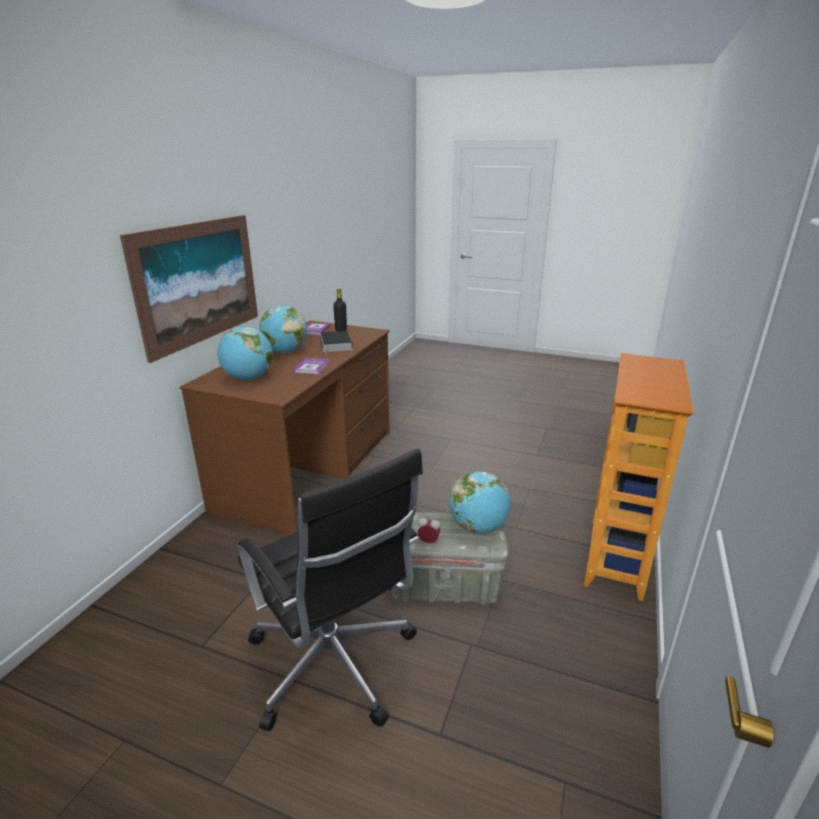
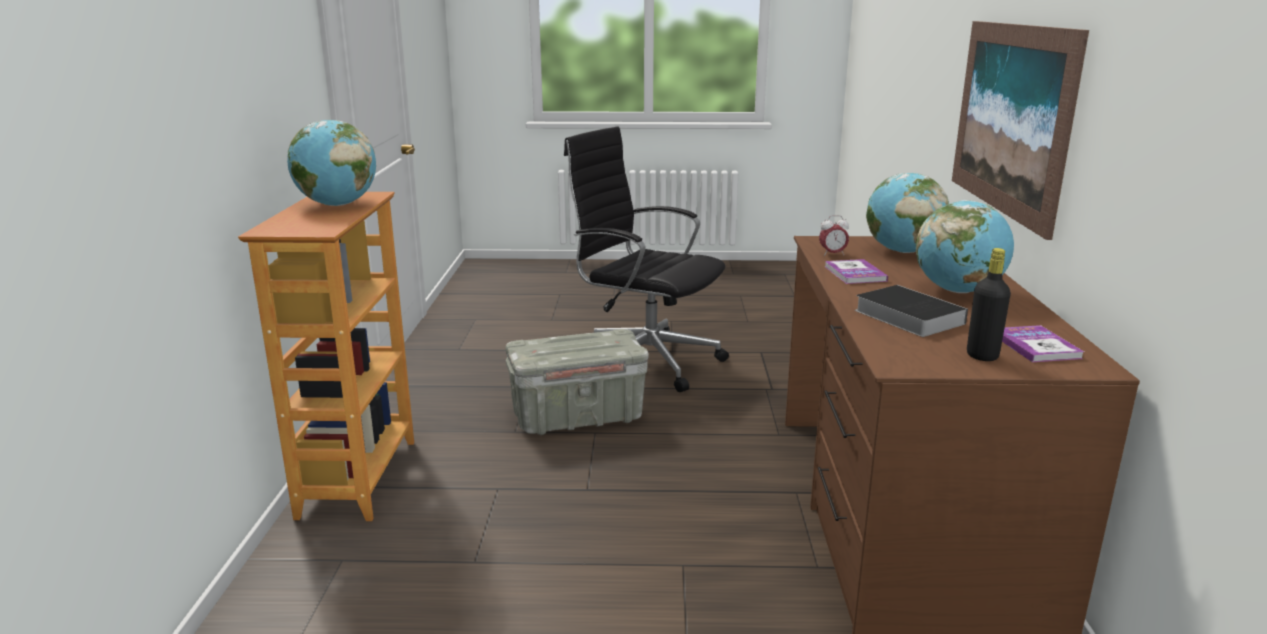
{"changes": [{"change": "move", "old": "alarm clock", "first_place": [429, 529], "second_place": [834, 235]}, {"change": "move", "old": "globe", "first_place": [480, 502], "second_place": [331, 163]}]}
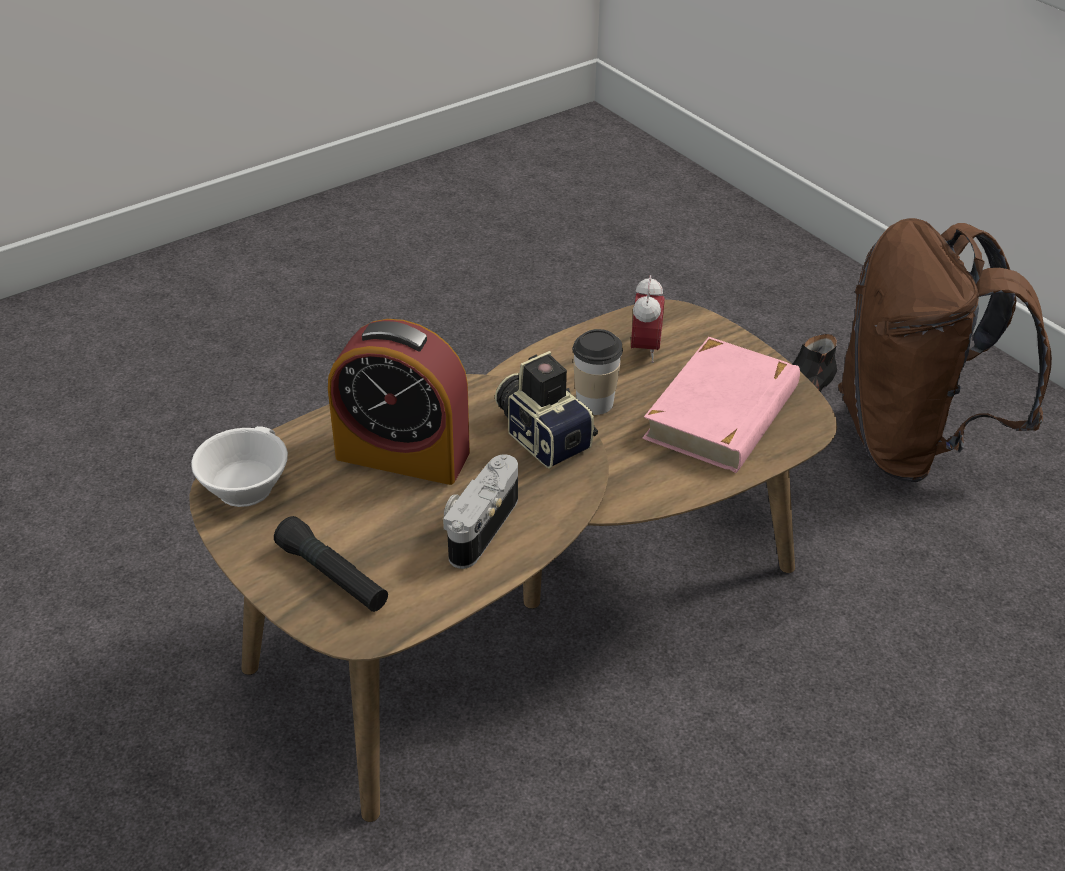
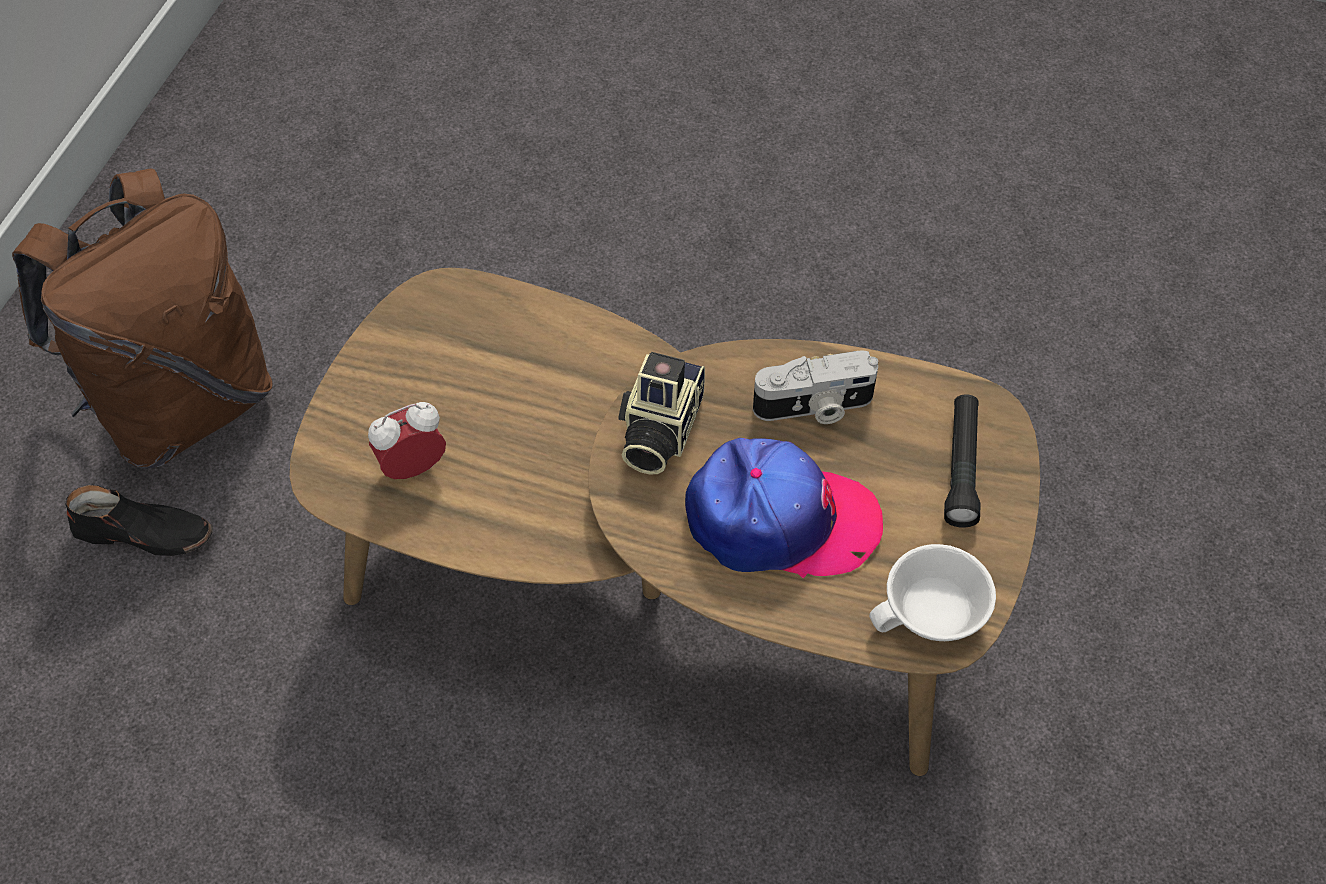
{"changes": [{"change": "delete", "old": "cup", "first_place": [598, 372]}, {"change": "delete", "old": "book/pink", "first_place": [721, 405]}, {"change": "replace", "old": "alarm clock", "new": "cap", "first_place": [399, 402], "second_place": [784, 508]}]}
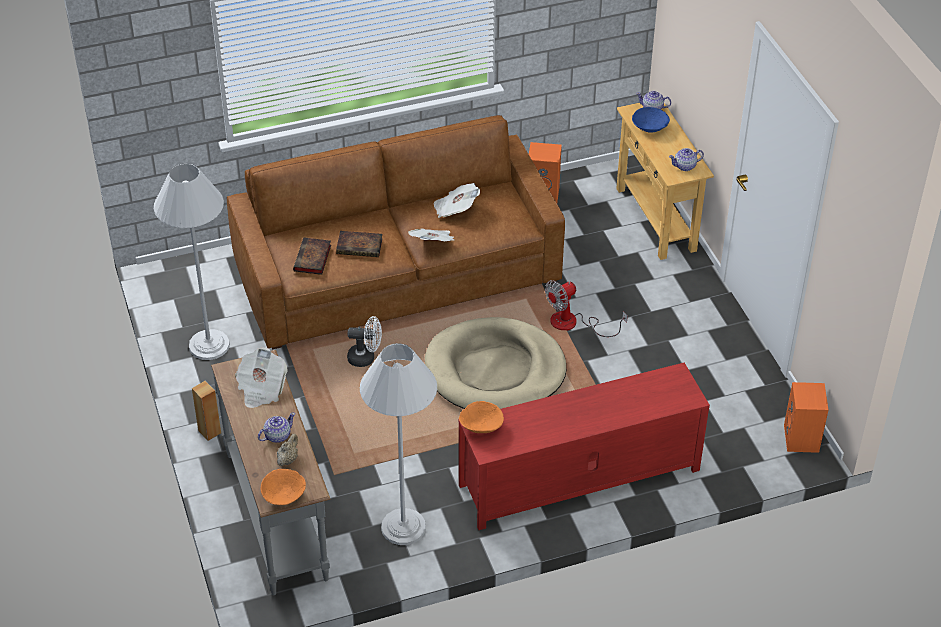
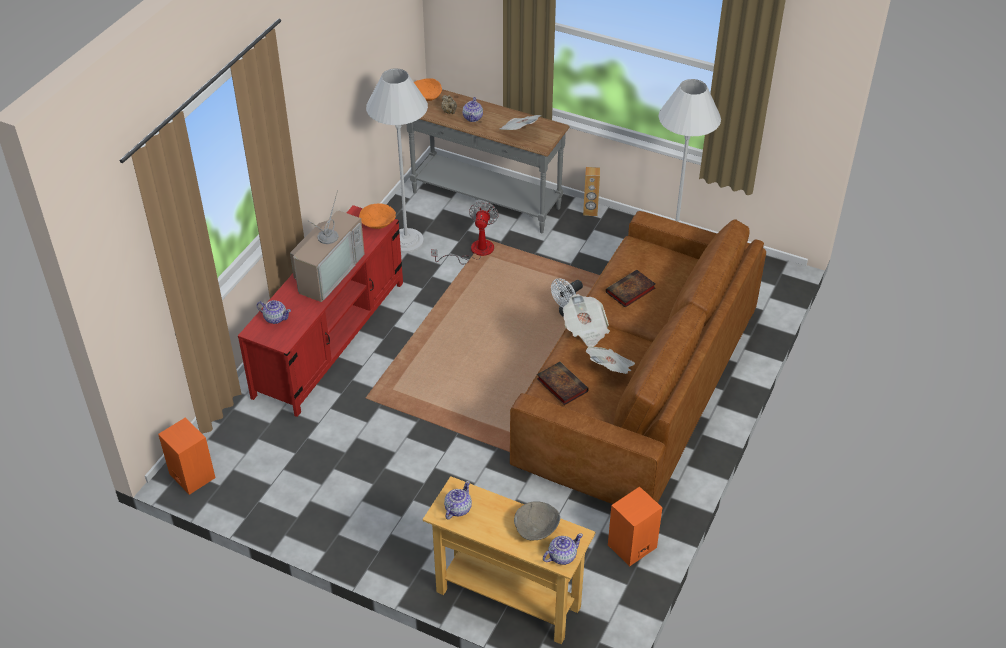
{"changes": [{"change": "delete", "old": "dog bed/beige", "first_place": [495, 363]}, {"change": "insert", "new": "teapot", "second_place": [274, 312]}, {"change": "insert", "new": "television", "second_place": [327, 246]}, {"change": "move", "old": "book", "first_place": [312, 256], "second_place": [563, 383]}, {"change": "move", "old": "fan", "first_place": [586, 308], "second_place": [465, 232]}, {"change": "recolor", "old": "bowl/blue", "new": "bowl/grey", "first_place": [651, 120], "second_place": [537, 521]}]}
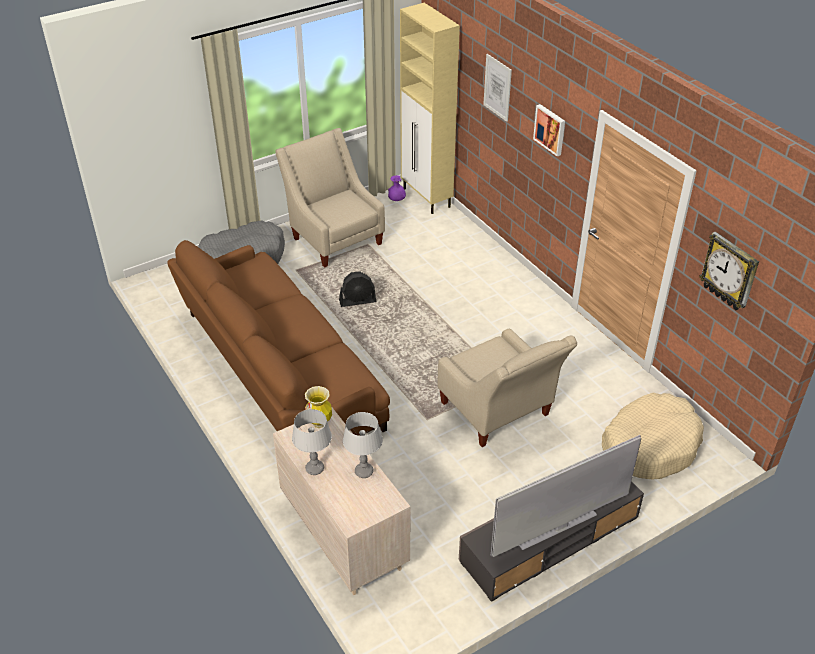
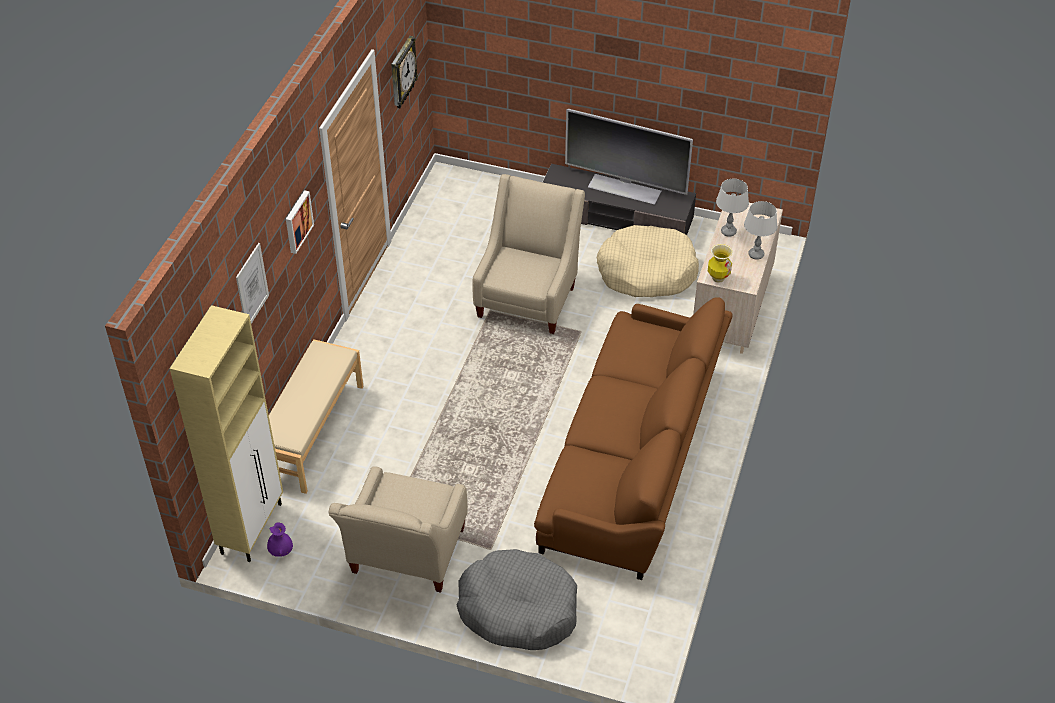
{"changes": [{"change": "delete", "old": "fan/black", "first_place": [357, 289]}, {"change": "insert", "new": "bench/beige", "second_place": [316, 416]}, {"change": "move", "old": "dog bed/beige", "first_place": [653, 436], "second_place": [648, 261]}]}
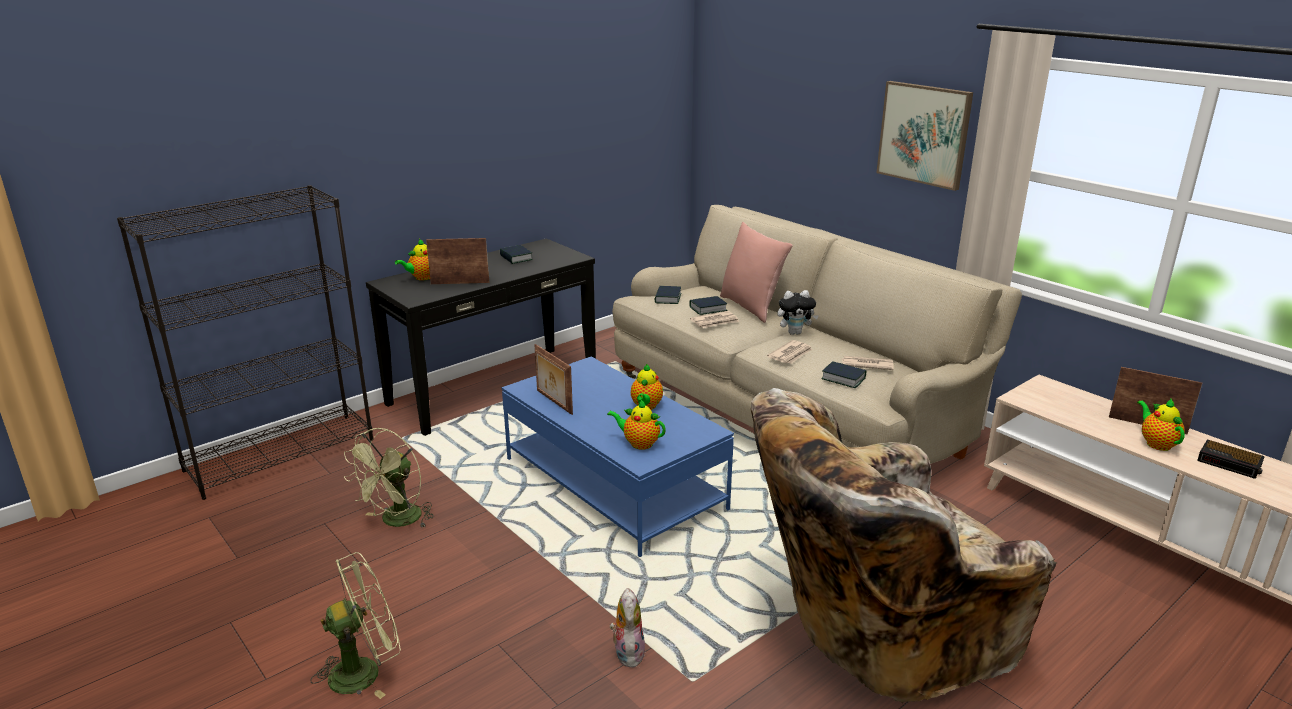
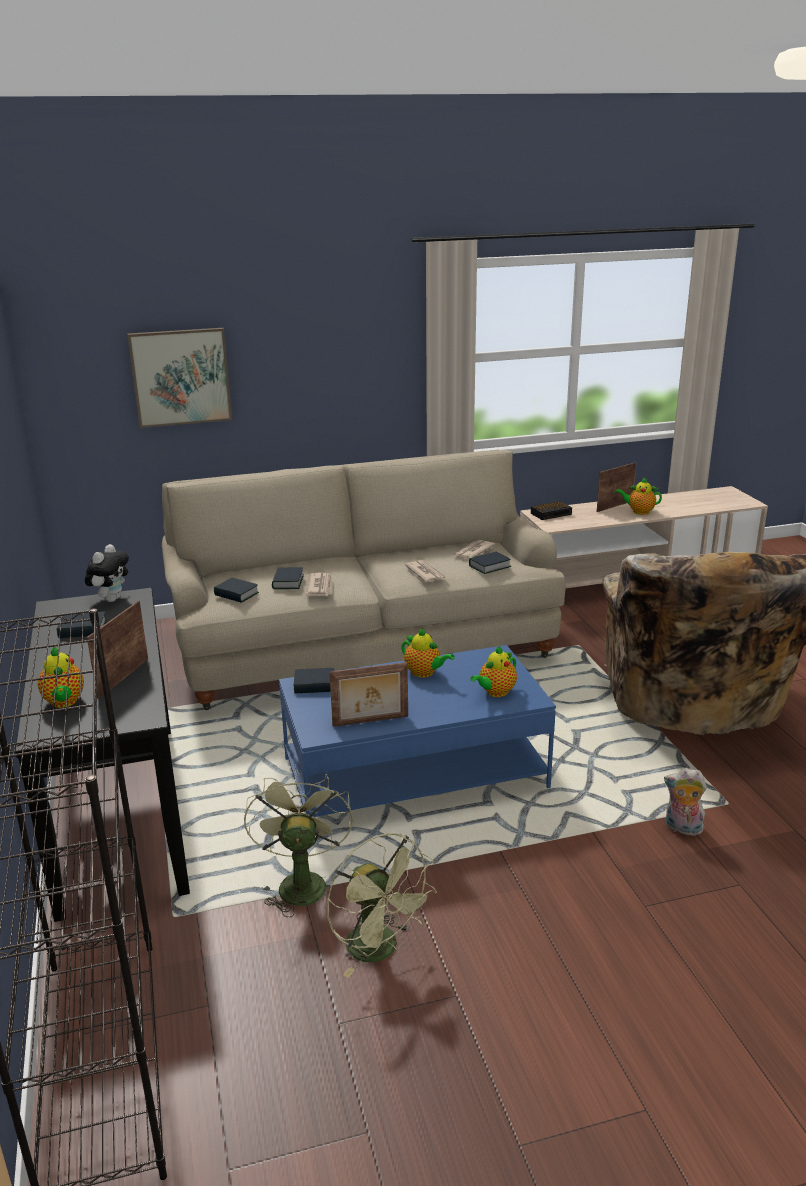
{"changes": [{"change": "delete", "old": "pillow/pink", "first_place": [756, 272]}, {"change": "insert", "new": "book", "second_place": [314, 681]}, {"change": "move", "old": "fan/green", "first_place": [355, 625], "second_place": [298, 843]}, {"change": "move", "old": "plush toy", "first_place": [798, 312], "second_place": [107, 573]}, {"change": "move", "old": "picture", "first_place": [924, 136], "second_place": [179, 378]}, {"change": "move", "old": "alarm clock", "first_place": [1231, 459], "second_place": [551, 510]}]}
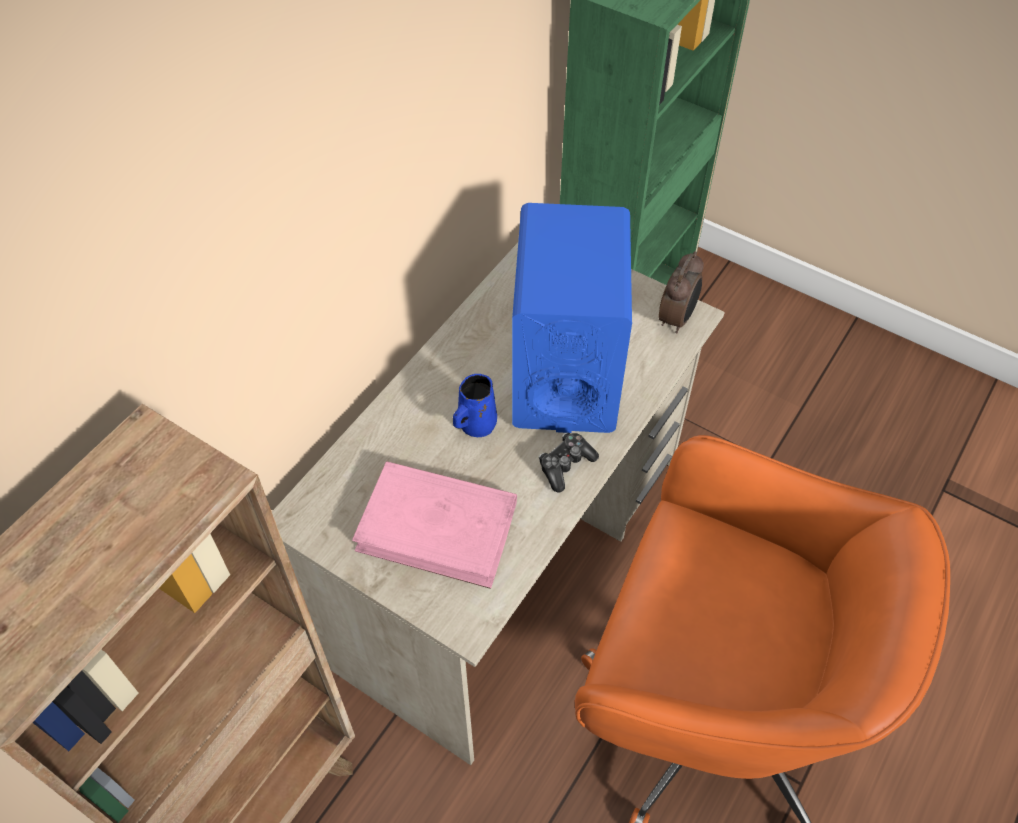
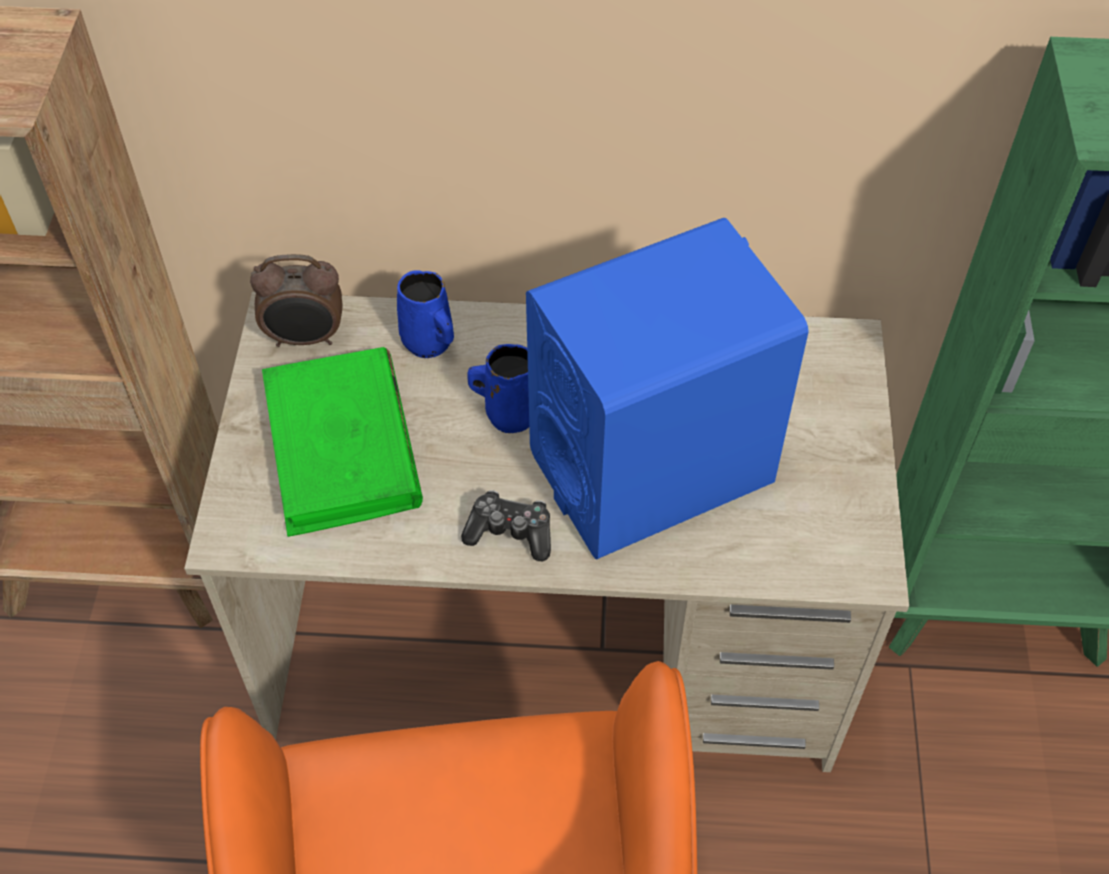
{"changes": [{"change": "insert", "new": "mug/blue", "second_place": [425, 314]}, {"change": "move", "old": "alarm clock", "first_place": [681, 292], "second_place": [296, 300]}, {"change": "recolor", "old": "book/pink", "new": "book/green", "first_place": [434, 525], "second_place": [342, 442]}]}
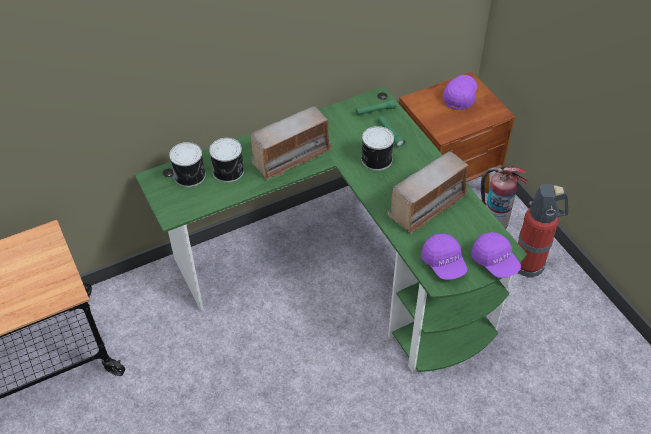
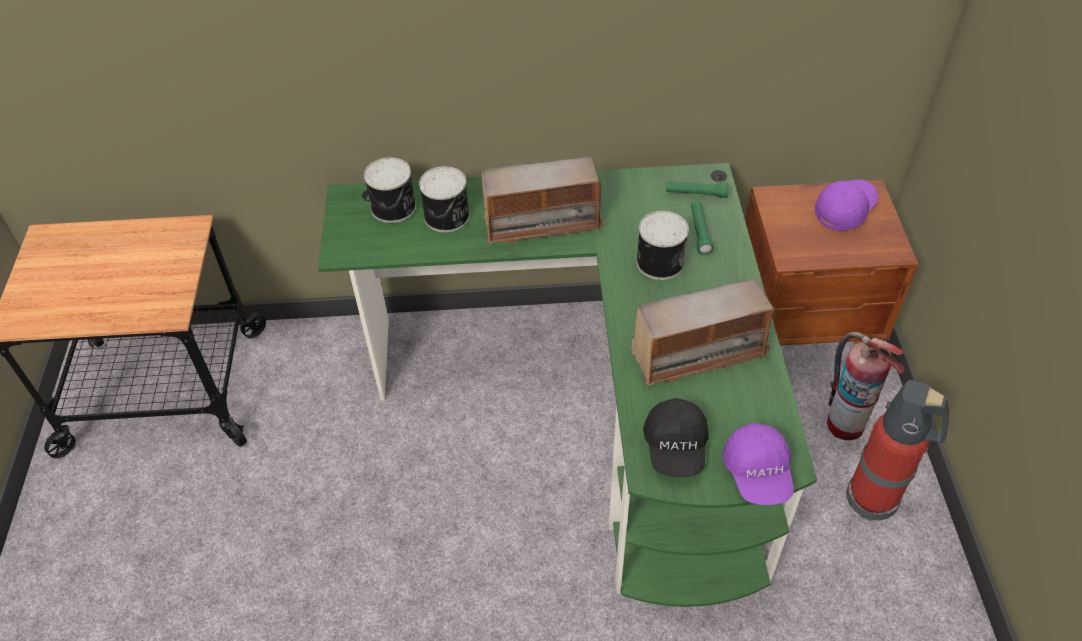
{"changes": [{"change": "recolor", "old": "cap/purple", "new": "cap/black", "first_place": [444, 257], "second_place": [676, 437]}]}
